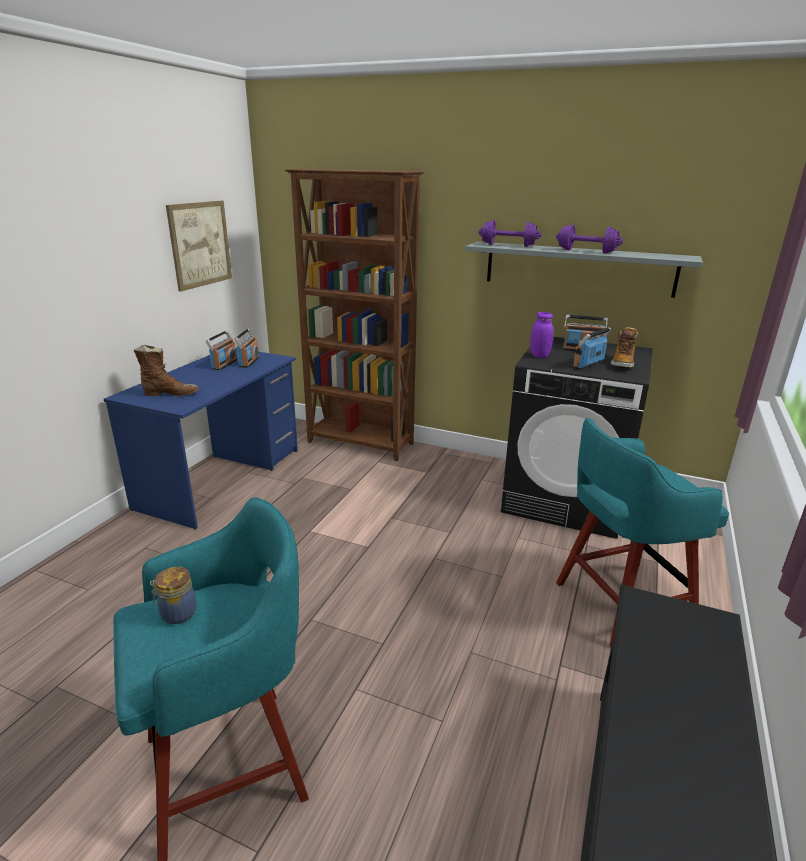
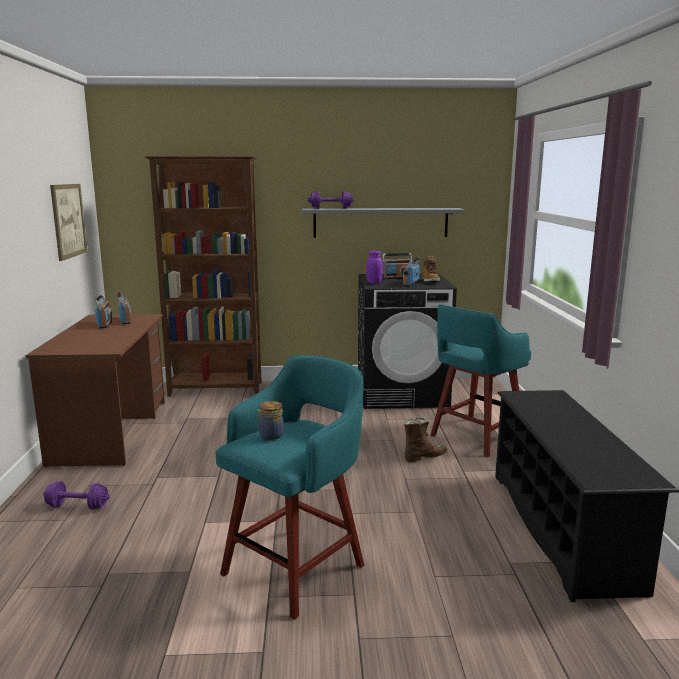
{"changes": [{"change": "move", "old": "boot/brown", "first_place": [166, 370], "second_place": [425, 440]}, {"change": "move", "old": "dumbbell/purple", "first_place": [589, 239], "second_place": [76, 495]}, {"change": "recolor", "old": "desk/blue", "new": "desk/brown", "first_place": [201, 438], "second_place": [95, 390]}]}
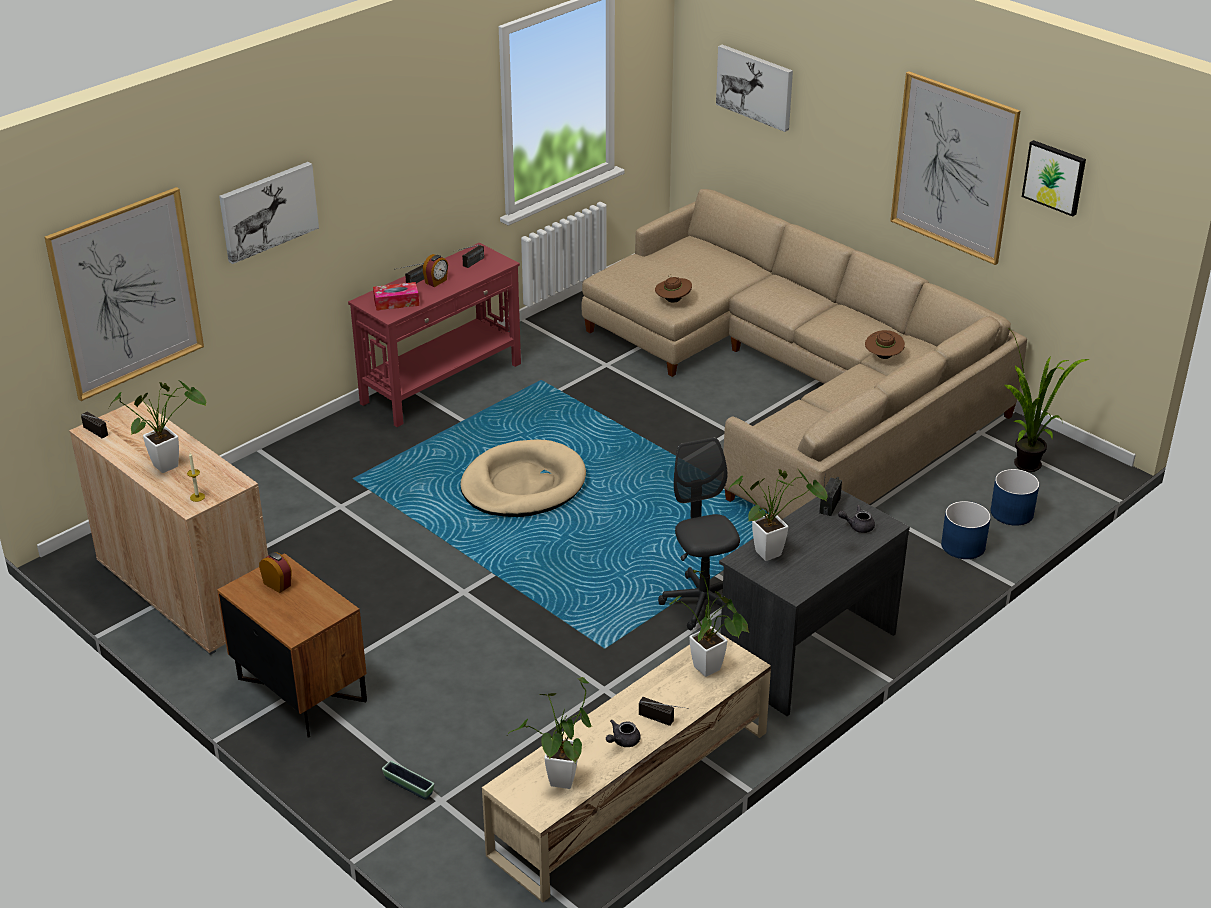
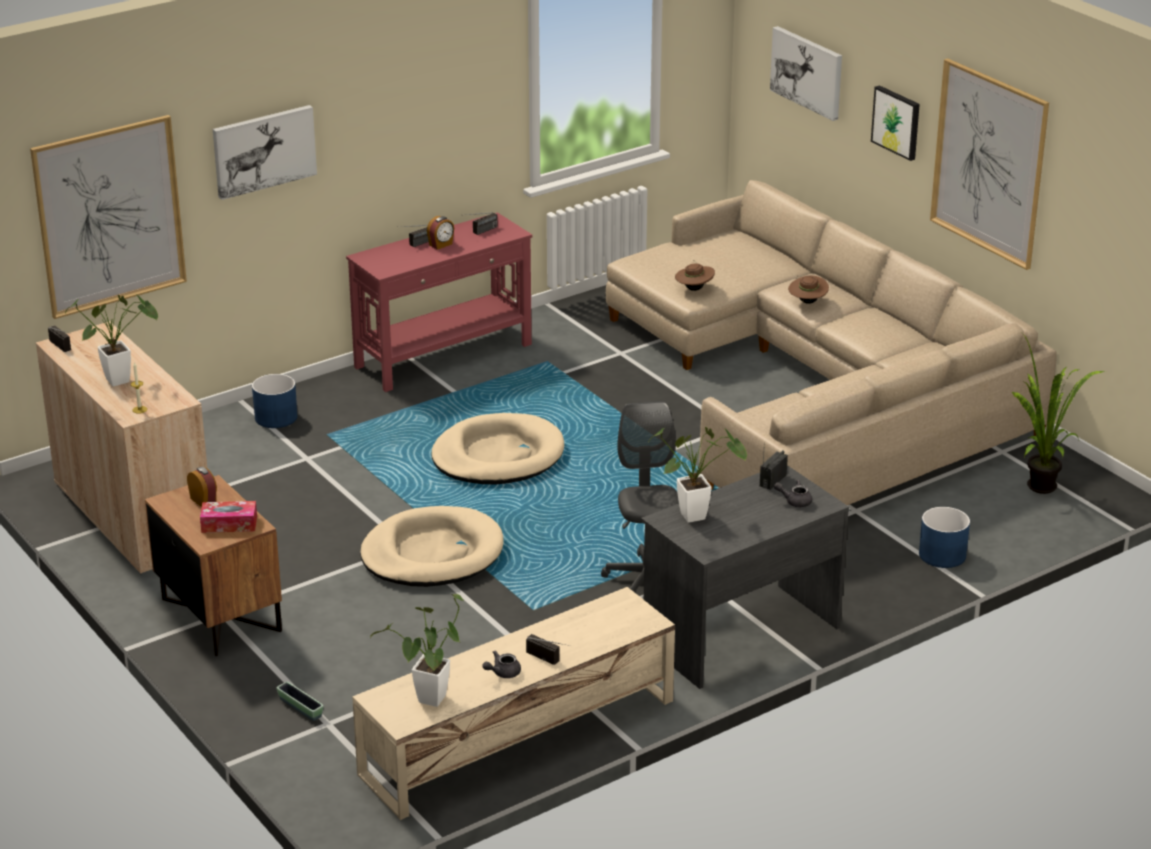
{"changes": [{"change": "delete", "old": "potted plant", "first_place": [709, 623]}, {"change": "insert", "new": "dog bed/beige", "second_place": [432, 546]}, {"change": "move", "old": "tissue box", "first_place": [396, 296], "second_place": [228, 517]}, {"change": "move", "old": "hat/brown", "first_place": [885, 344], "second_place": [808, 290]}, {"change": "move", "old": "planter/blue", "first_place": [1014, 497], "second_place": [274, 401]}, {"change": "move", "old": "picture", "first_place": [1054, 178], "second_place": [895, 123]}]}
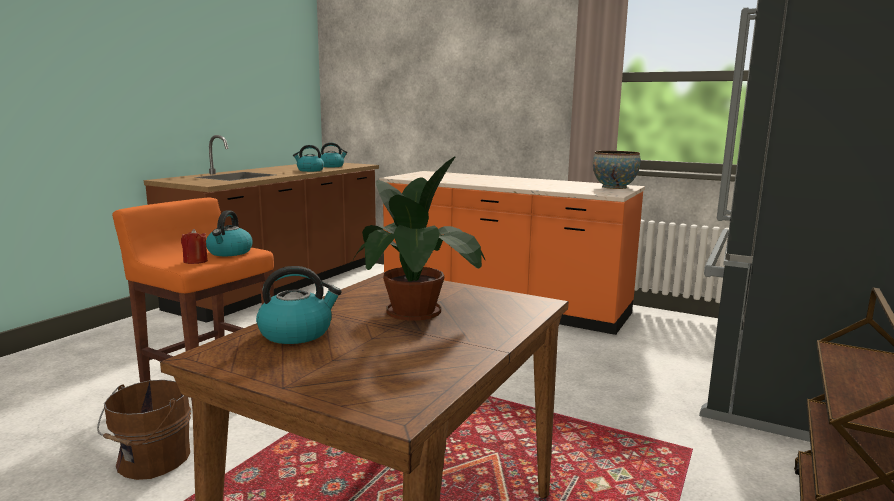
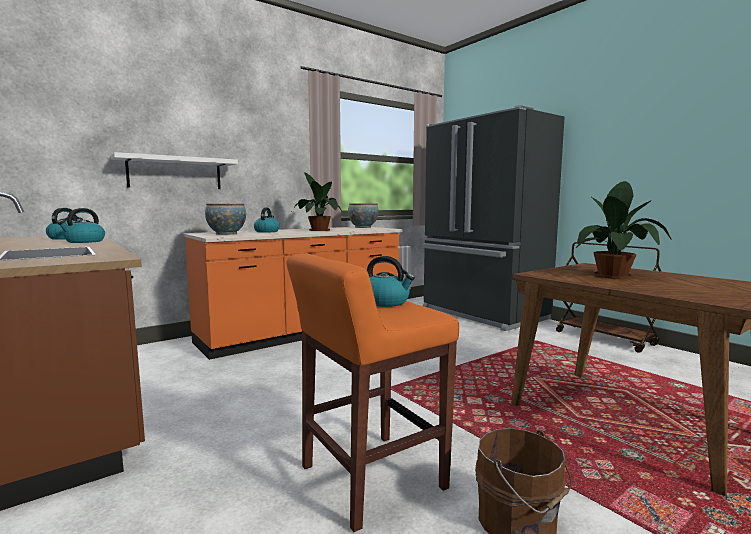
{"changes": [{"change": "delete", "old": "candle/red", "first_place": [194, 246]}, {"change": "insert", "new": "shelf/white", "second_place": [174, 170]}, {"change": "insert", "new": "bowl", "second_place": [225, 219]}, {"change": "insert", "new": "potted plant", "second_place": [317, 201]}, {"change": "move", "old": "kettle", "first_place": [299, 305], "second_place": [267, 220]}]}
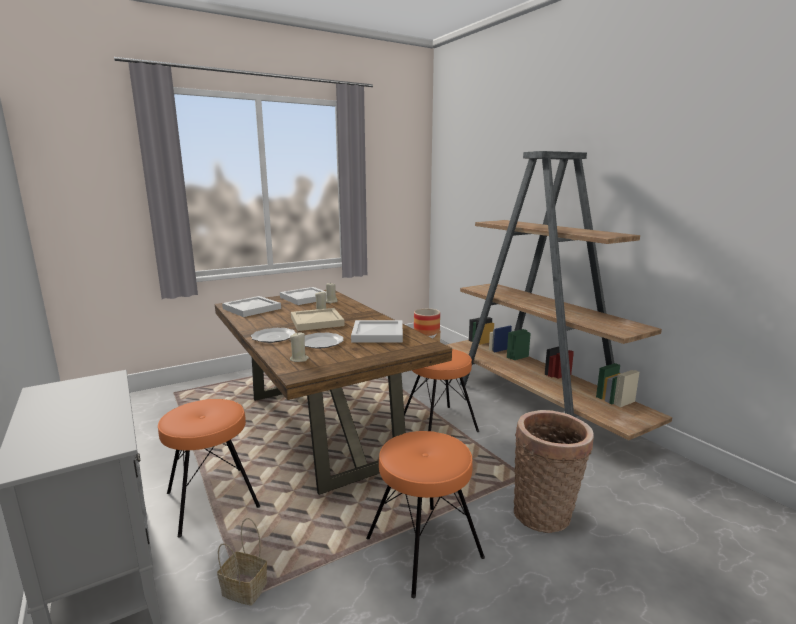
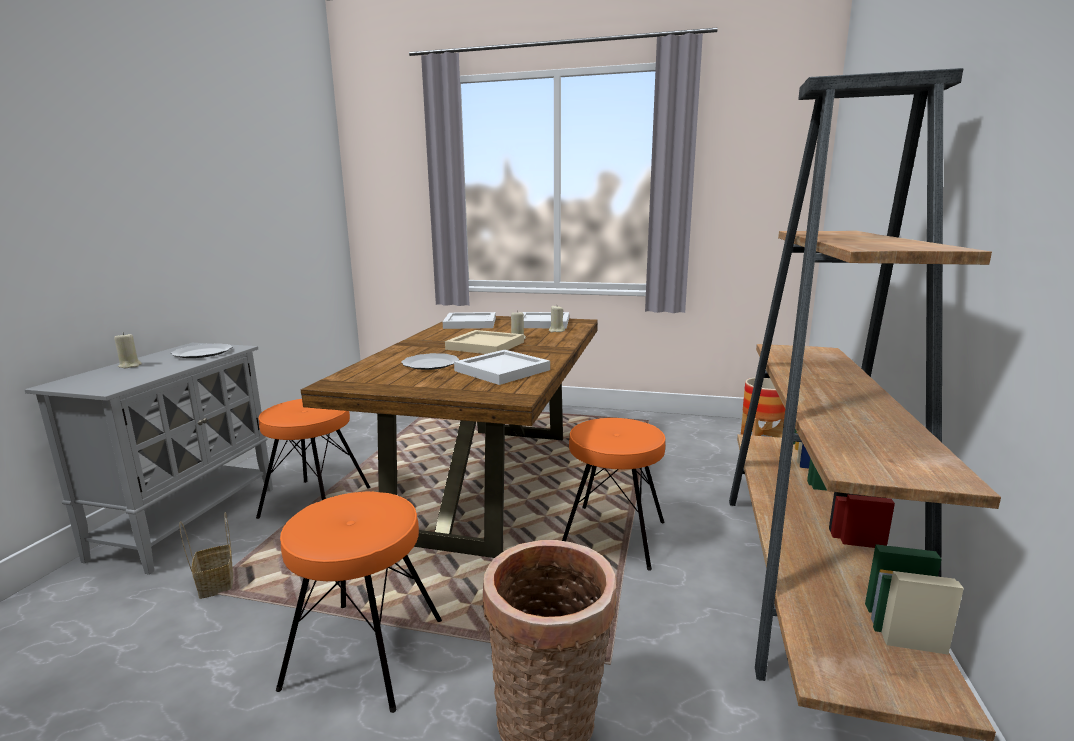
{"changes": [{"change": "move", "old": "plate", "first_place": [273, 335], "second_place": [201, 350]}, {"change": "move", "old": "candle/beige", "first_place": [299, 347], "second_place": [128, 350]}]}
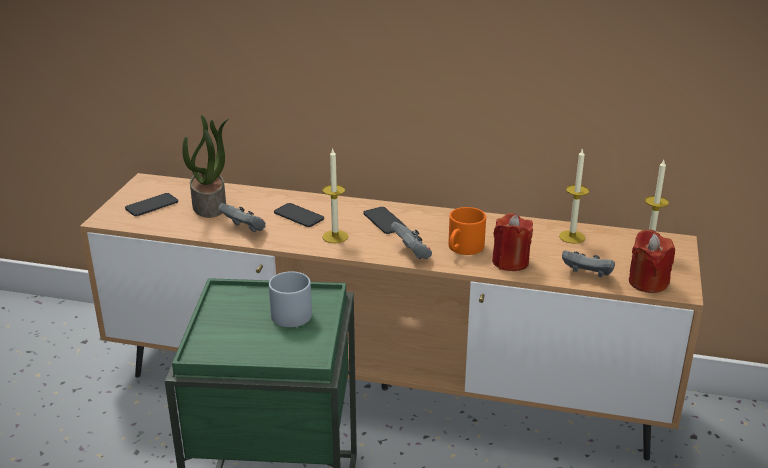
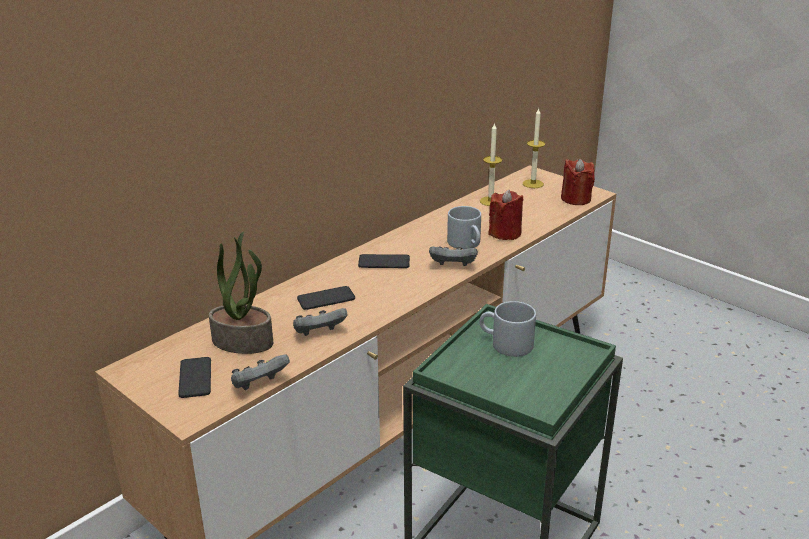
{"changes": [{"change": "delete", "old": "candle", "first_place": [335, 196]}, {"change": "move", "old": "game controller/grey", "first_place": [588, 263], "second_place": [260, 372]}, {"change": "recolor", "old": "mug/orange", "new": "mug/grey", "first_place": [467, 231], "second_place": [464, 227]}]}
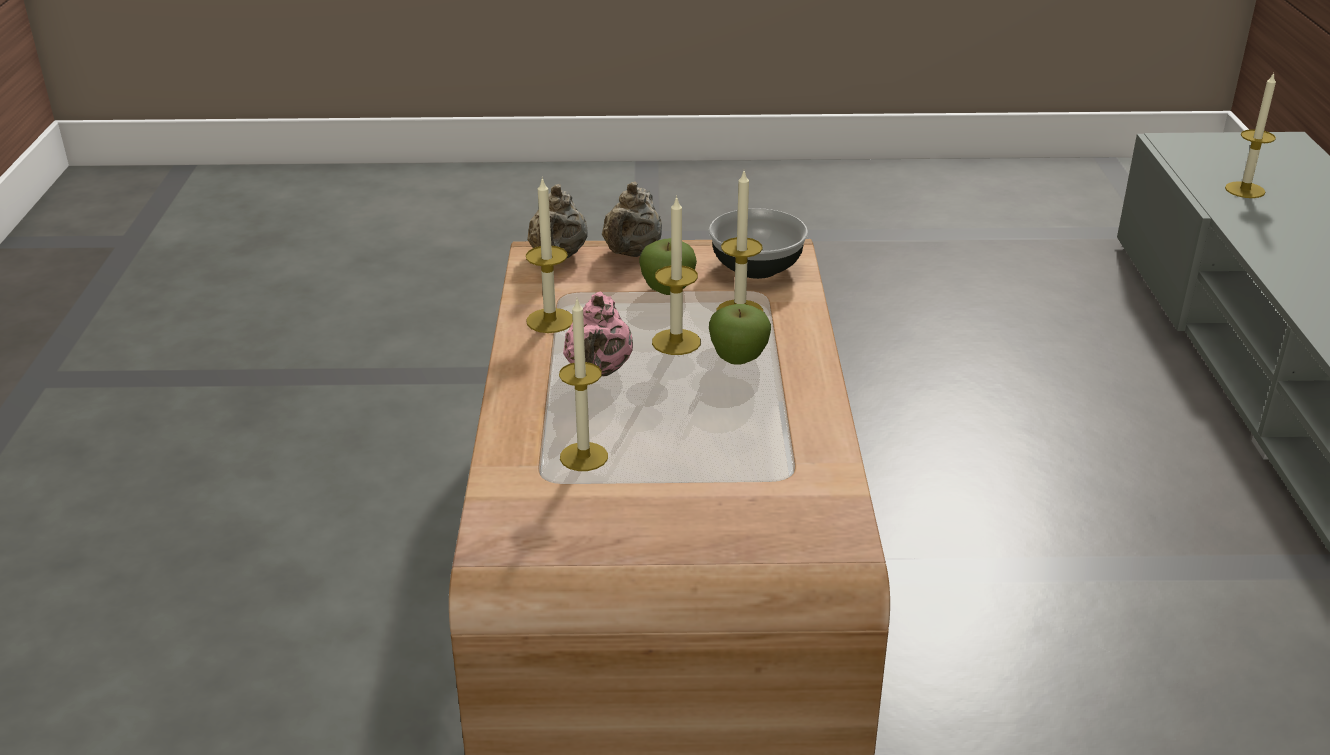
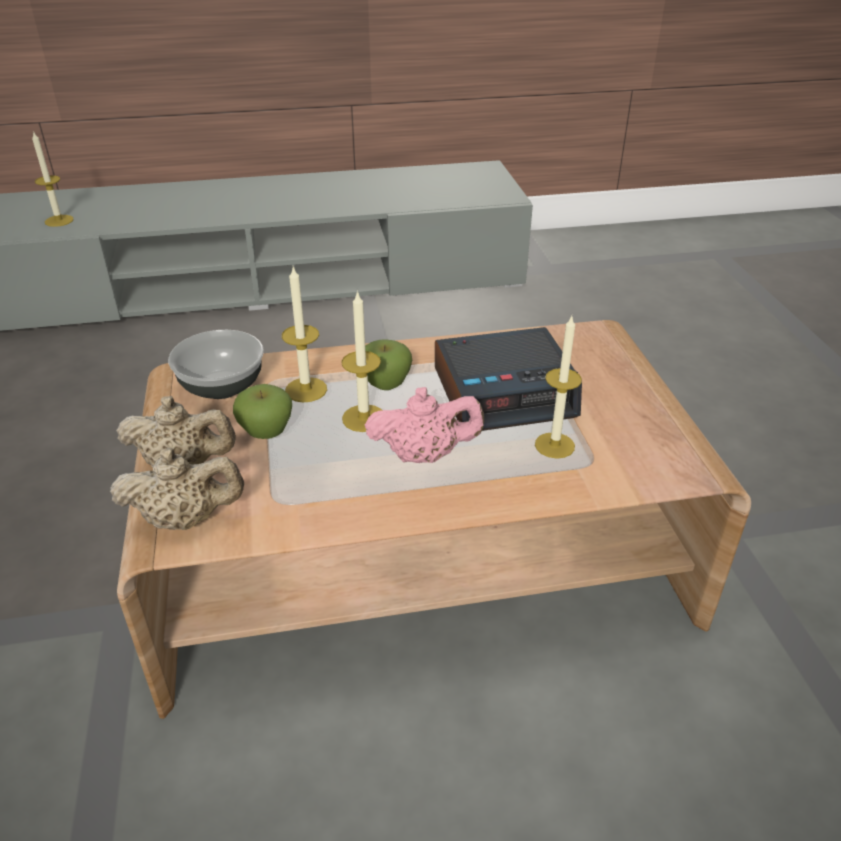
{"changes": [{"change": "delete", "old": "candle", "first_place": [549, 255]}, {"change": "insert", "new": "alarm clock", "second_place": [508, 379]}]}
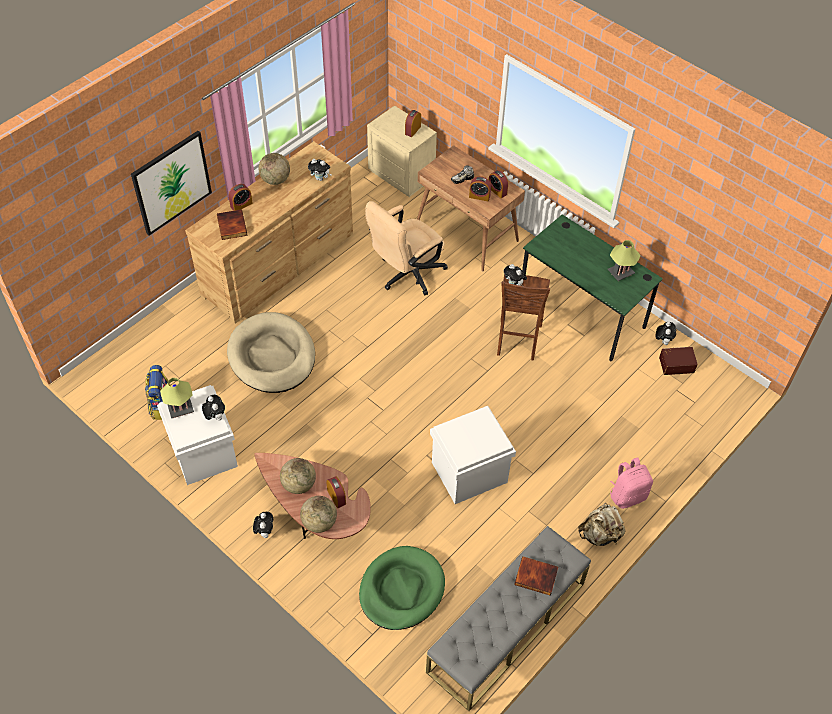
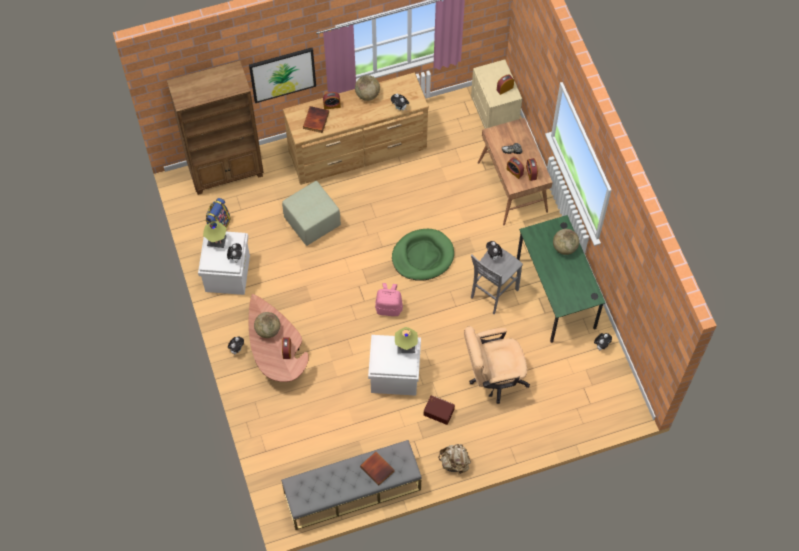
{"changes": [{"change": "insert", "new": "bookcase/brown", "second_place": [215, 128]}, {"change": "move", "old": "globe", "first_place": [318, 514], "second_place": [566, 242]}, {"change": "move", "old": "dog bed/green", "first_place": [402, 588], "second_place": [423, 255]}, {"change": "move", "old": "office chair/beige", "first_place": [406, 248], "second_place": [497, 365]}, {"change": "move", "old": "table lamp", "first_place": [624, 260], "second_place": [406, 340]}, {"change": "move", "old": "backpack/pink", "first_place": [631, 483], "second_place": [389, 299]}, {"change": "move", "old": "storage box/brown", "first_place": [678, 361], "second_place": [439, 410]}, {"change": "replace", "old": "dog bed/beige", "new": "ottoman/green", "first_place": [271, 352], "second_place": [311, 213]}, {"change": "recolor", "old": "stool/brown", "new": "stool/grey", "first_place": [523, 317], "second_place": [497, 281]}]}
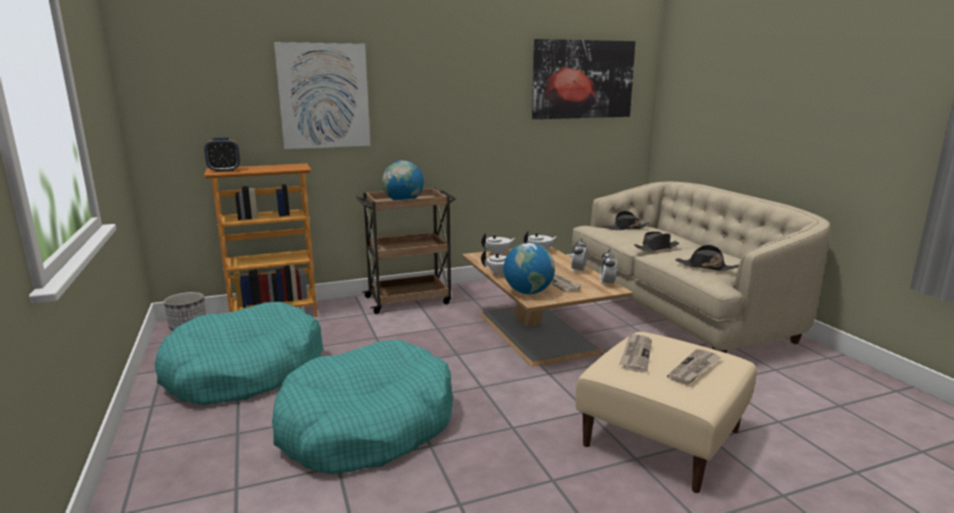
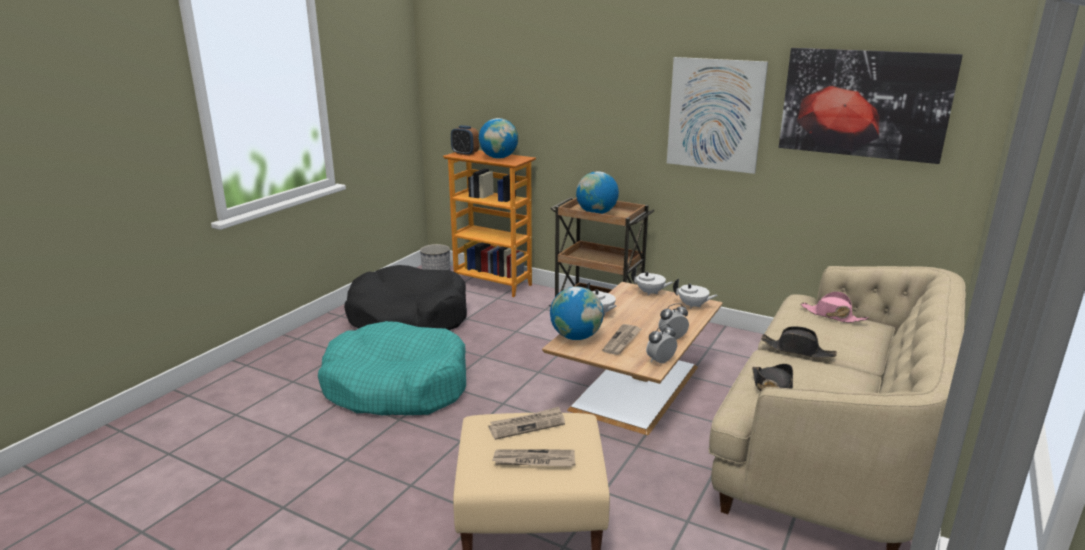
{"changes": [{"change": "insert", "new": "globe", "second_place": [498, 138]}, {"change": "move", "old": "picture", "first_place": [322, 95], "second_place": [717, 115]}, {"change": "recolor", "old": "dog bed/turquoise", "new": "dog bed/black", "first_place": [239, 353], "second_place": [405, 297]}, {"change": "recolor", "old": "hat/black", "new": "hat/pink", "first_place": [627, 220], "second_place": [835, 307]}]}
